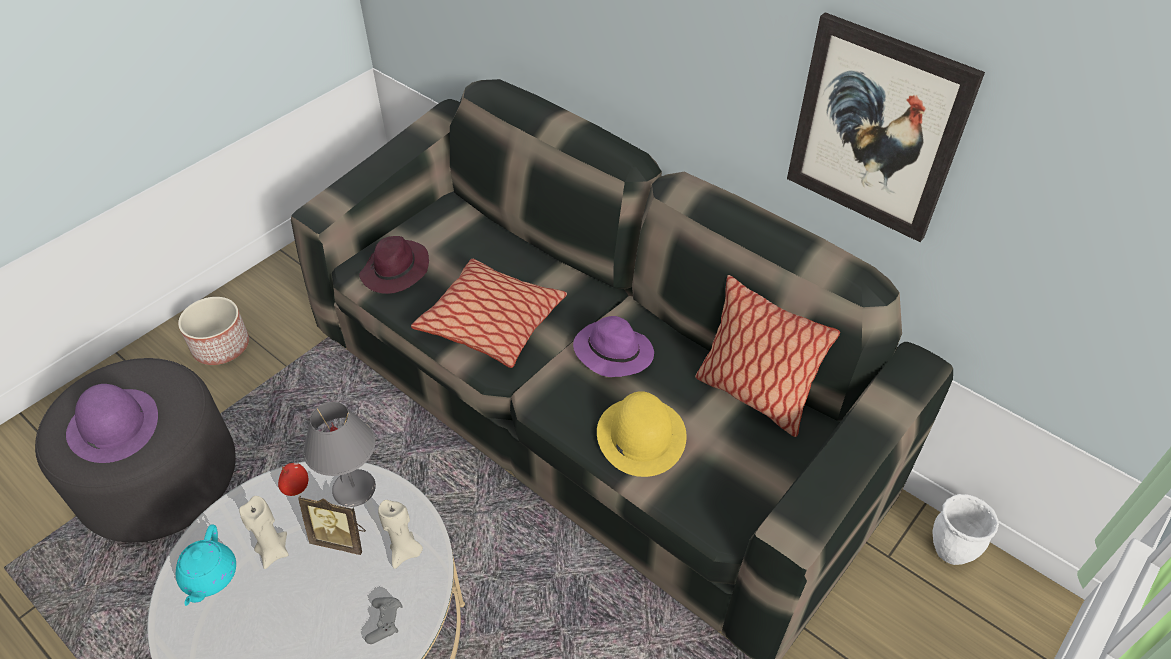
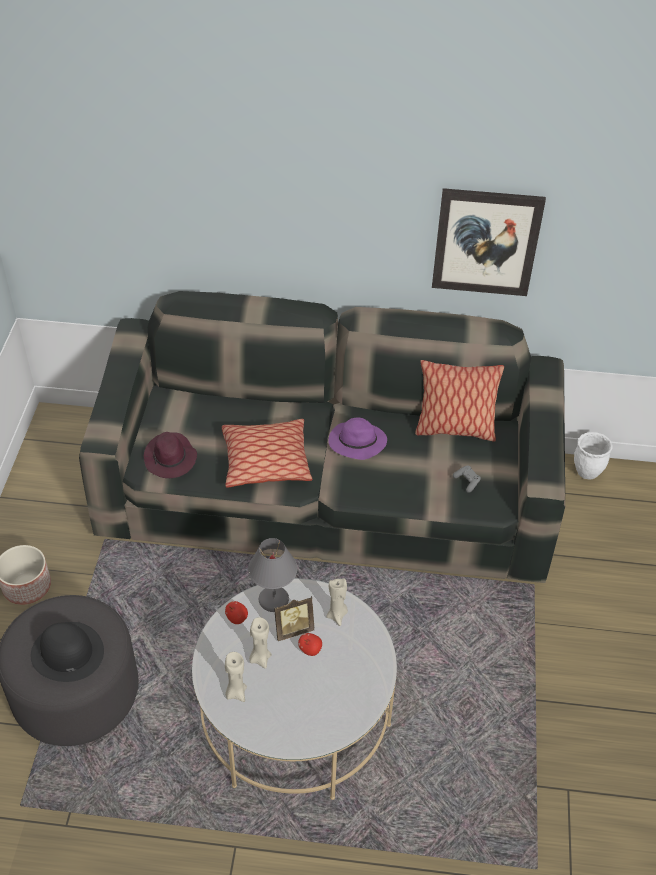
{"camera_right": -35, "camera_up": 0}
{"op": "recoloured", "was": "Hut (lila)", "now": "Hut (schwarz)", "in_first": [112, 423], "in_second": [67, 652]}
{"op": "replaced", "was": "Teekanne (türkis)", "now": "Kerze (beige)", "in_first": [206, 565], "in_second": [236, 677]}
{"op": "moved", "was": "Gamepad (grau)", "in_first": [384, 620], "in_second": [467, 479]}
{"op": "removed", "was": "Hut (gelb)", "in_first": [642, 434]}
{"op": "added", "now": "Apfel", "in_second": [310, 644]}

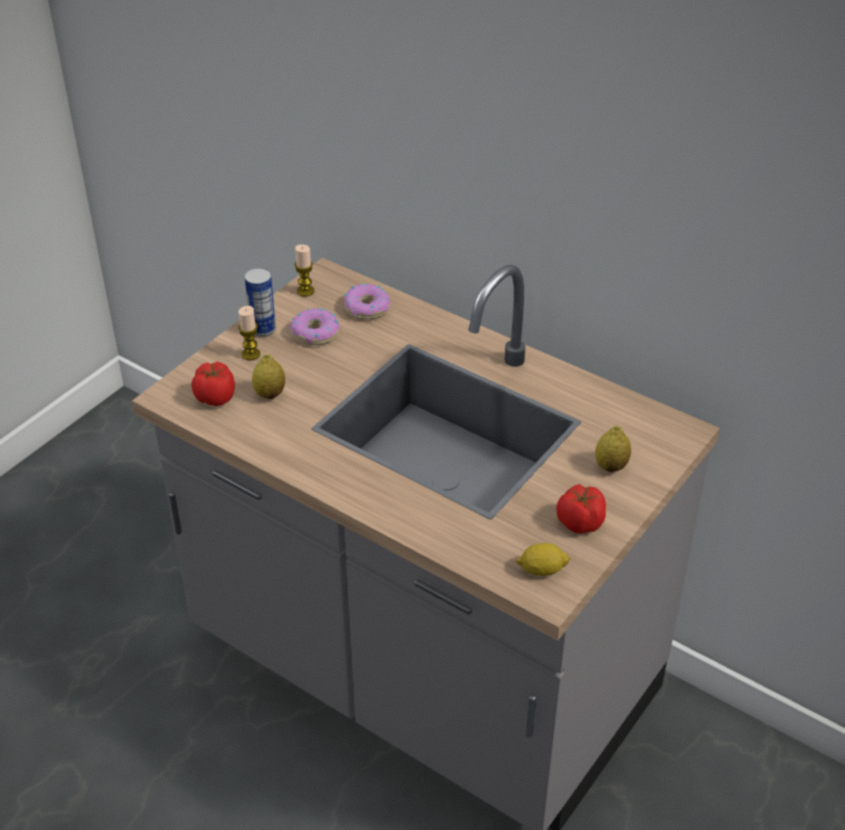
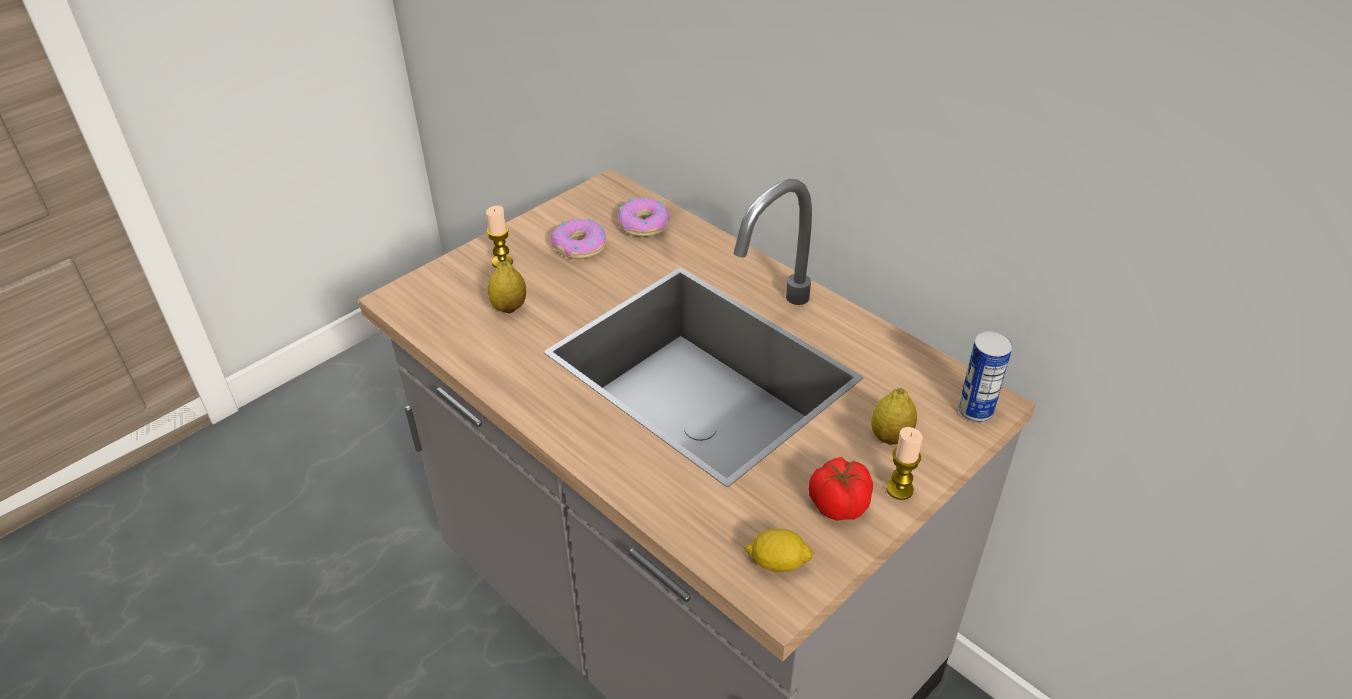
{"camera_right": 10, "camera_up": 0}
{"op": "removed", "was": "Tomate", "in_first": [213, 384]}
{"op": "moved", "was": "Dose", "in_first": [260, 302], "in_second": [985, 376]}
{"op": "moved", "was": "Kerze", "in_first": [305, 270], "in_second": [904, 463]}

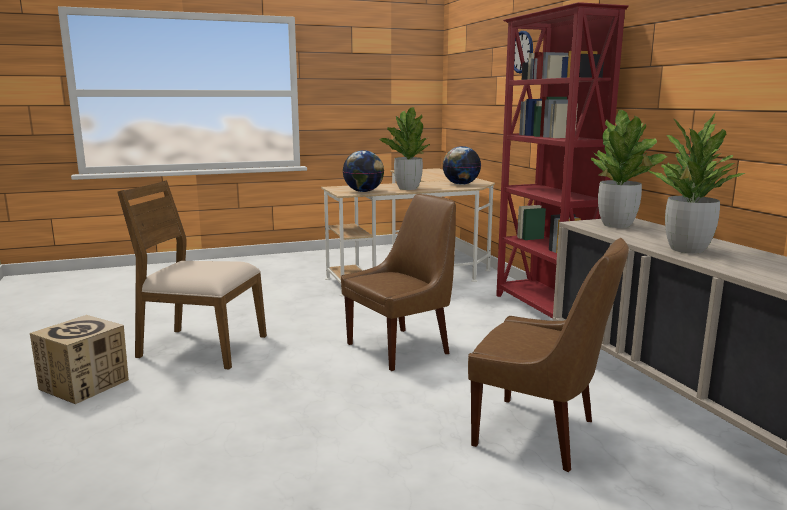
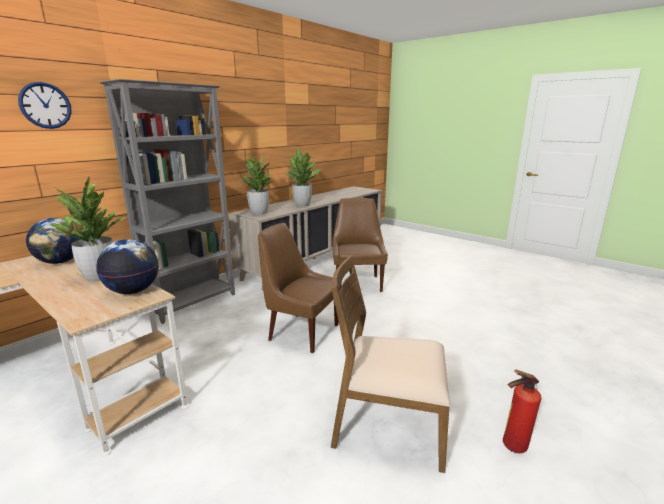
{"camera_right": -120, "camera_up": 5}
{"op": "replaced", "was": "Karton", "now": "Feuerlöscher", "in_first": [79, 359], "in_second": [522, 411]}
{"op": "turned", "was": "Stuhl (braun)", "in_first": [192, 275], "in_second": [390, 364], "clockwise": 120}
{"op": "recoloured", "was": "Bücherregal (rot)", "now": "Bücherregal (grau)", "in_first": [562, 160], "in_second": [167, 201]}

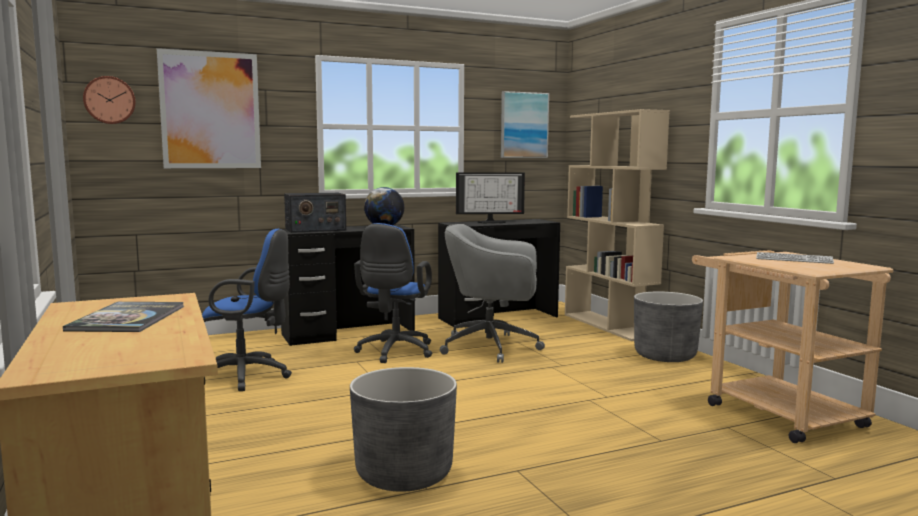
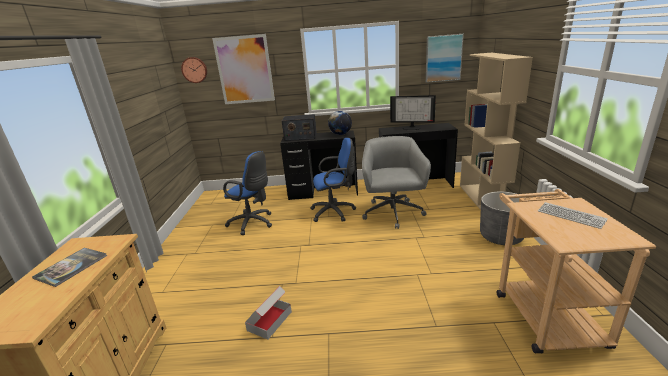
{"camera_right": 25, "camera_up": 15}
{"op": "replaced", "was": "Pflanzkübel (grau)", "now": "Karton", "in_first": [403, 429], "in_second": [268, 313]}
{"op": "turned", "was": "Bürostuhl (blau)", "in_first": [393, 293], "in_second": [333, 180], "clockwise": -135}
{"op": "turned", "was": "Bürostuhl (grau)", "in_first": [492, 293], "in_second": [396, 182], "clockwise": 60}

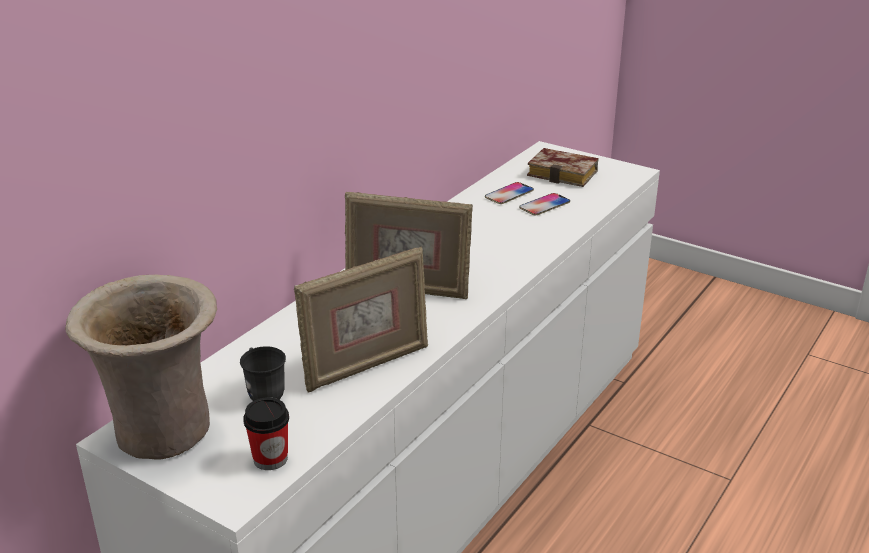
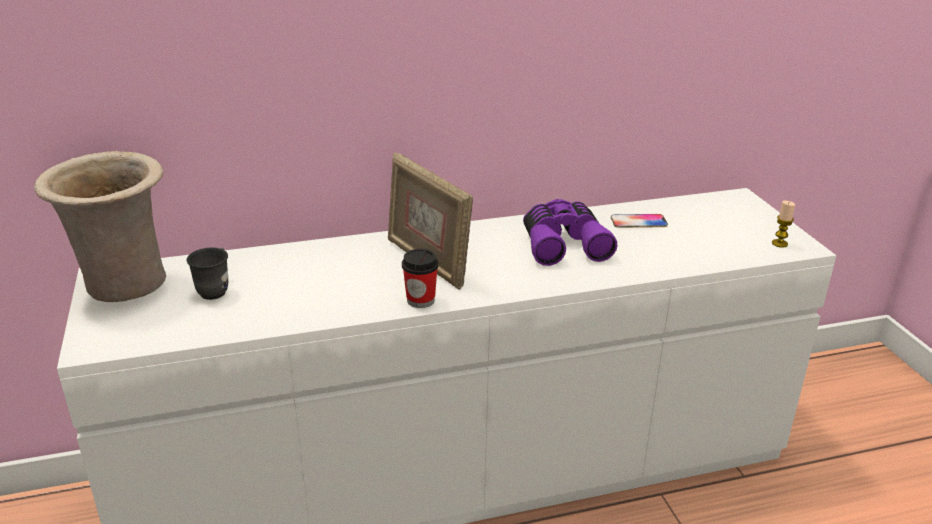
{"camera_right": 40, "camera_up": 0}
{"op": "moved", "was": "Tasse", "in_first": [266, 433], "in_second": [420, 278]}
{"op": "removed", "was": "Bilderrahmen", "in_first": [361, 319]}
{"op": "removed", "was": "Handy", "in_first": [544, 204]}
{"op": "removed", "was": "Buch", "in_first": [563, 167]}
{"op": "added", "now": "Fernglas (lila)", "in_second": [570, 232]}
{"op": "added", "now": "Kerze", "in_second": [783, 224]}

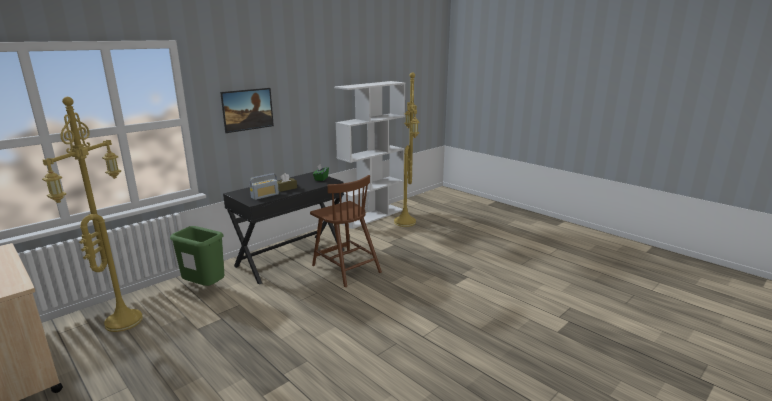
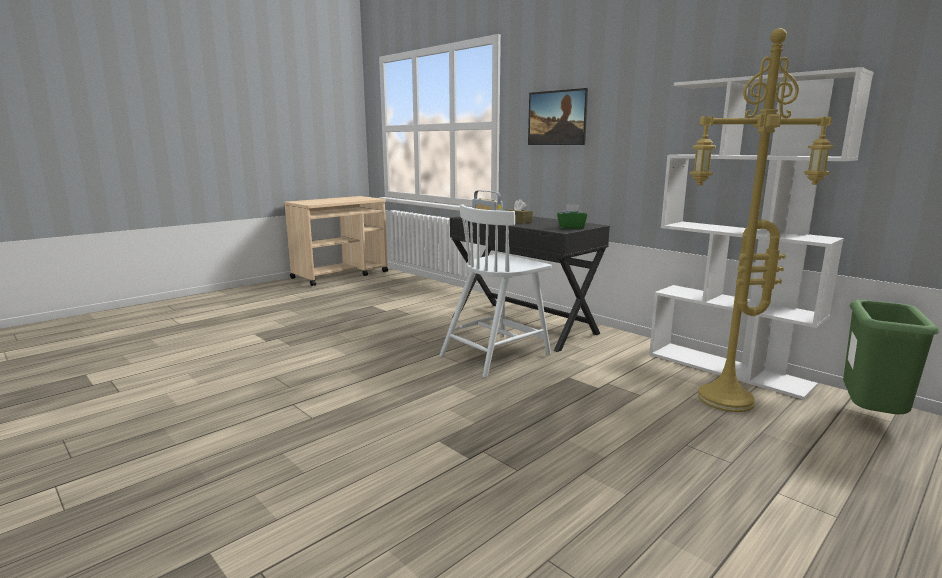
{"camera_right": 90, "camera_up": -5}
{"op": "removed", "was": "Stehlampe (gelb)", "in_first": [92, 214]}
{"op": "moved", "was": "Mülleimer (grün)", "in_first": [197, 256], "in_second": [891, 357]}
{"op": "recoloured", "was": "Stuhl (braun)", "now": "Stuhl (weiß)", "in_first": [346, 231], "in_second": [495, 291]}

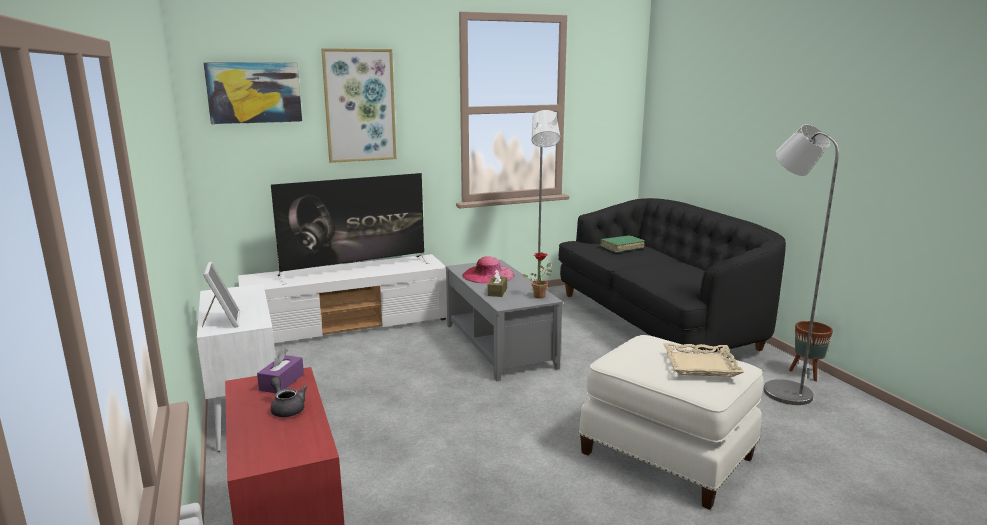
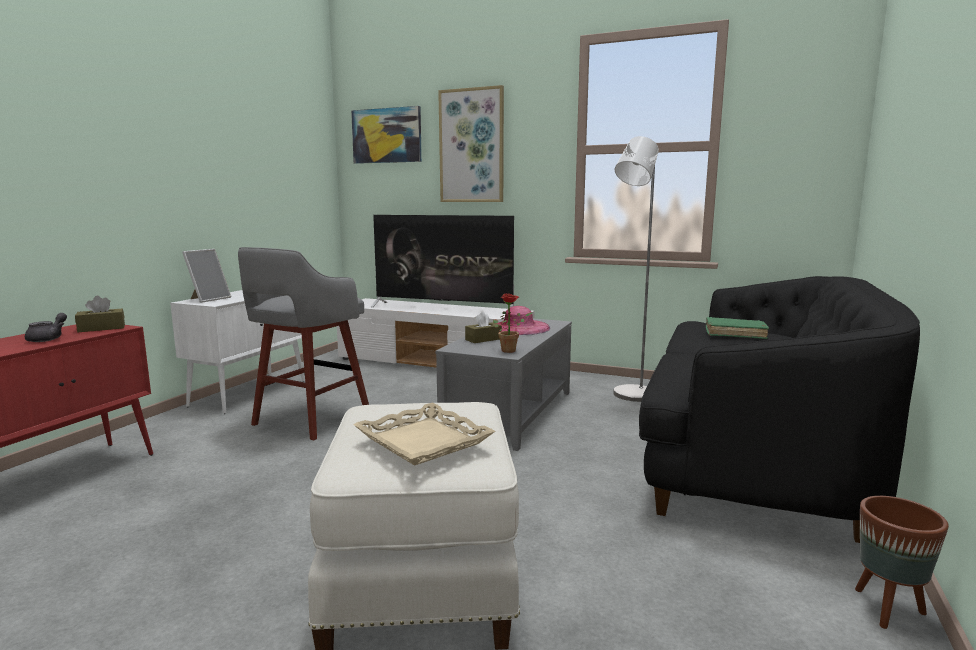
{"camera_right": 45, "camera_up": -5}
{"op": "recoloured", "was": "Taschentuchbox (lila)", "now": "Taschentuchbox (braun)", "in_first": [280, 370], "in_second": [100, 314]}
{"op": "removed", "was": "Stehlampe (grau)", "in_first": [801, 265]}
{"op": "added", "now": "Hocker (grau)", "in_second": [303, 343]}

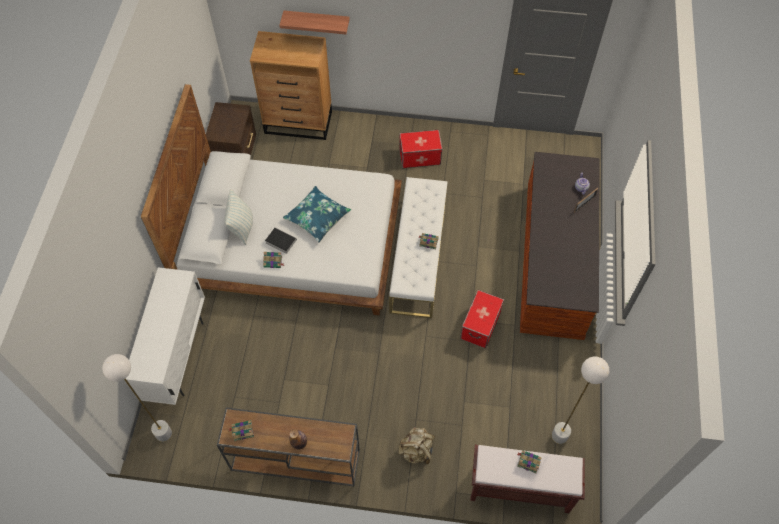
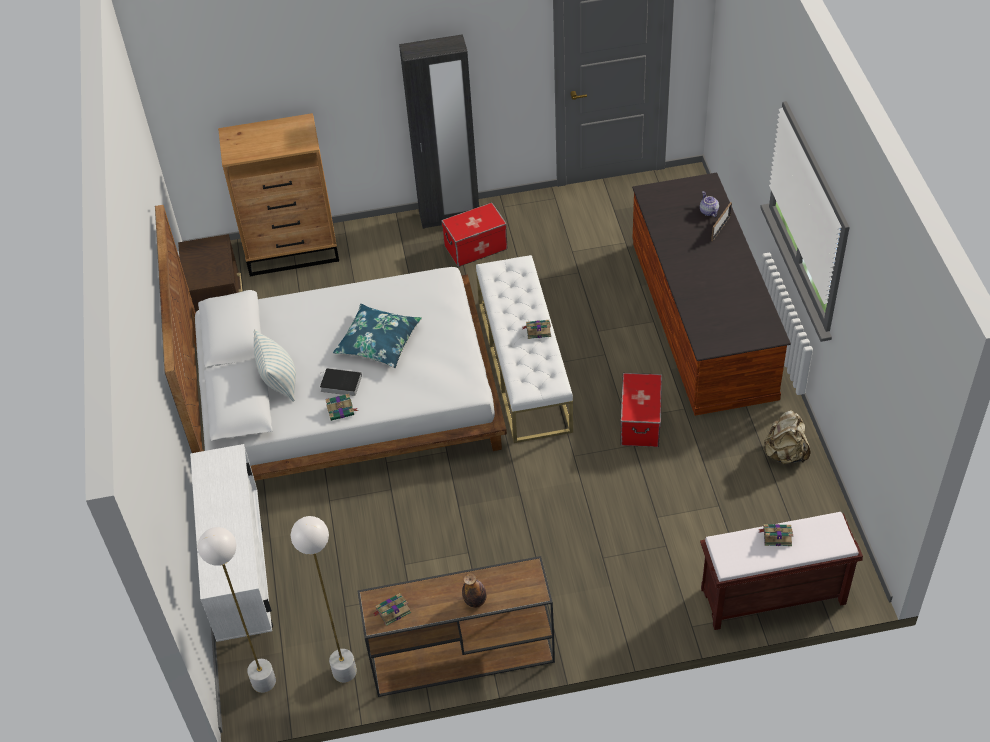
{"camera_right": -15, "camera_up": -10}
{"op": "removed", "was": "Wandregal", "in_first": [314, 22]}
{"op": "moved", "was": "Rucksack (beige)", "in_first": [416, 445], "in_second": [787, 437]}
{"op": "moved", "was": "Stehlampe (weiß)", "in_first": [580, 400], "in_second": [324, 599]}
{"op": "added", "now": "Kleiderschrank (schwarz)", "in_second": [439, 131]}

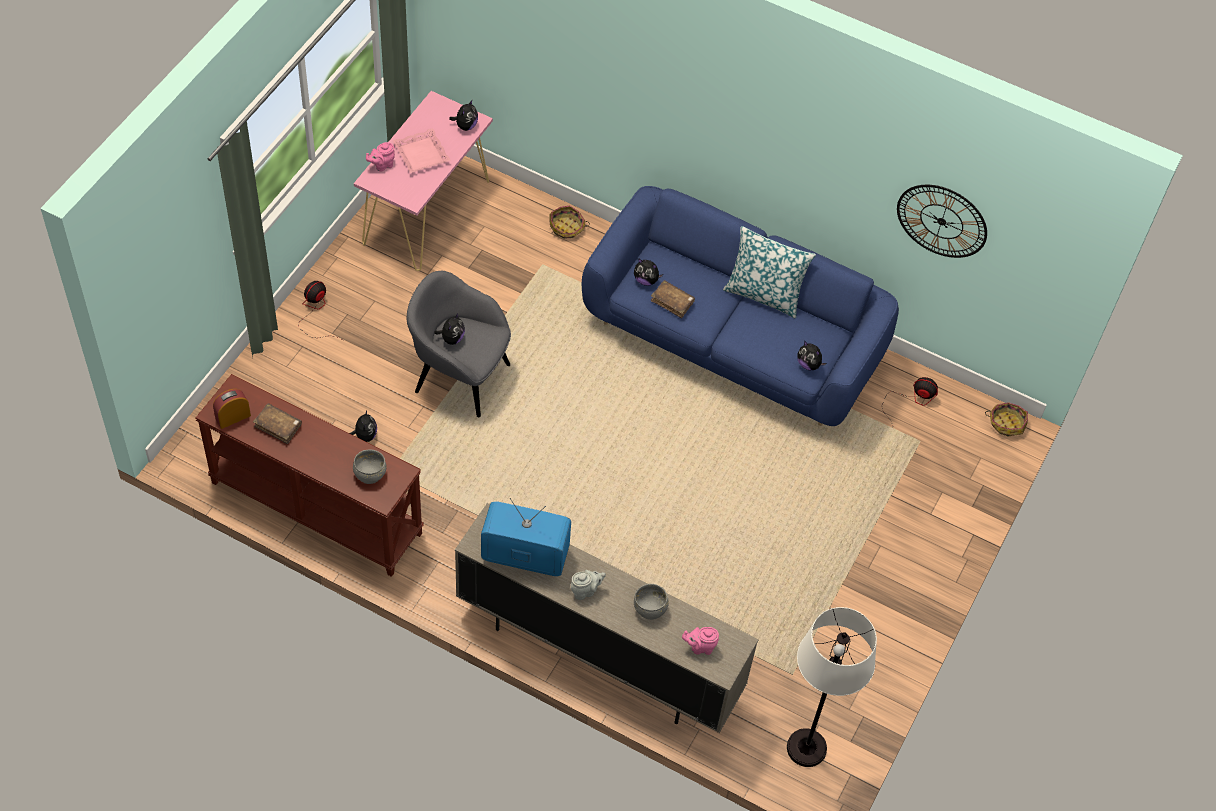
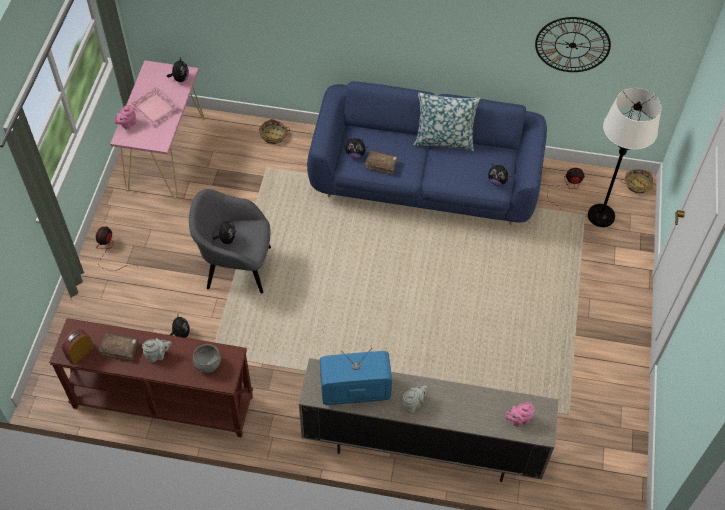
{"camera_right": -15, "camera_up": 0}
{"op": "removed", "was": "Schüssel (grau)", "in_first": [651, 602]}
{"op": "moved", "was": "Stehlampe (weiß)", "in_first": [832, 687], "in_second": [625, 157]}
{"op": "added", "now": "Teekanne (grau)", "in_second": [157, 350]}

